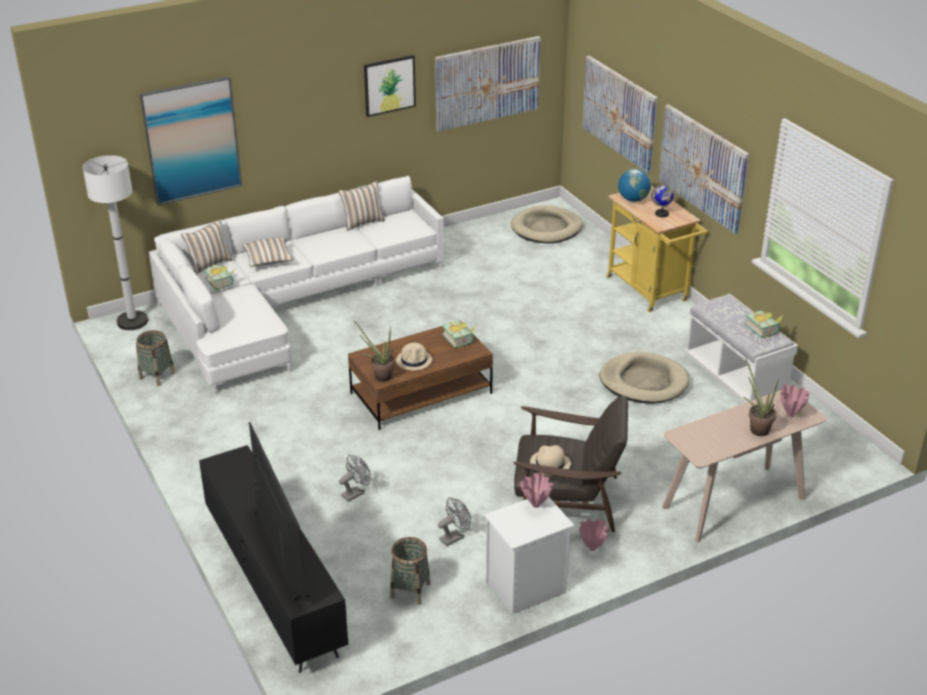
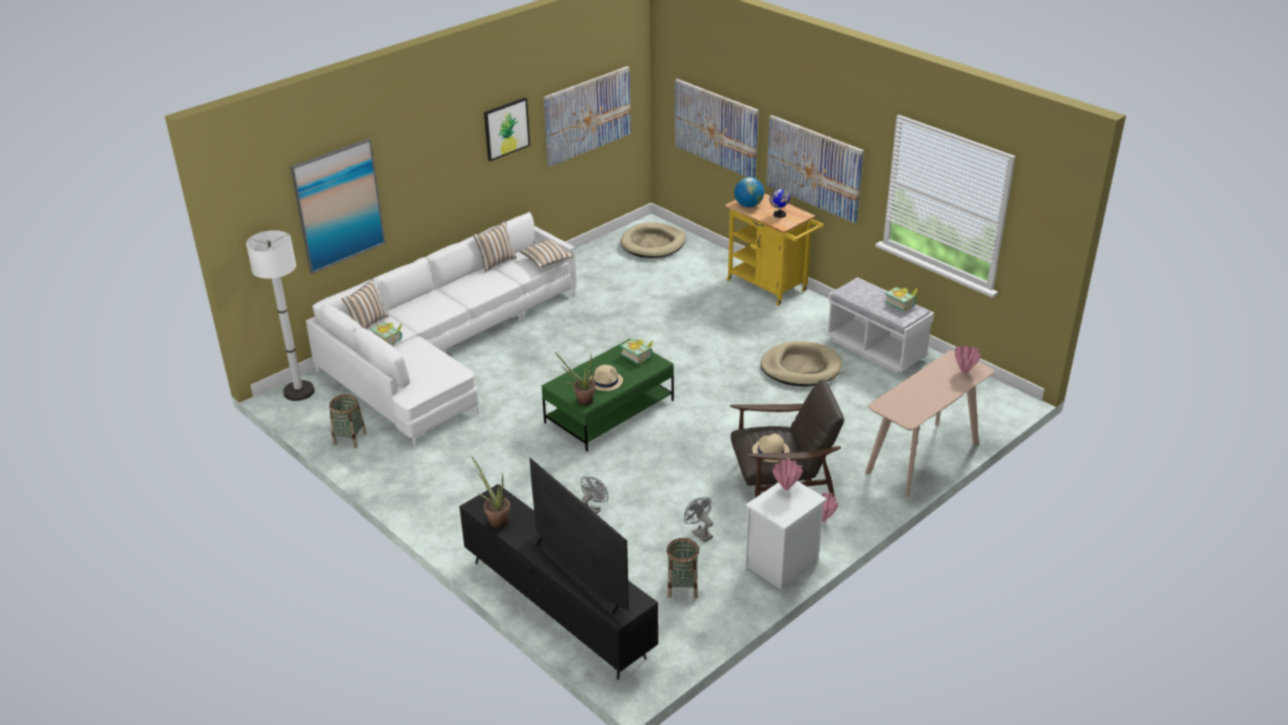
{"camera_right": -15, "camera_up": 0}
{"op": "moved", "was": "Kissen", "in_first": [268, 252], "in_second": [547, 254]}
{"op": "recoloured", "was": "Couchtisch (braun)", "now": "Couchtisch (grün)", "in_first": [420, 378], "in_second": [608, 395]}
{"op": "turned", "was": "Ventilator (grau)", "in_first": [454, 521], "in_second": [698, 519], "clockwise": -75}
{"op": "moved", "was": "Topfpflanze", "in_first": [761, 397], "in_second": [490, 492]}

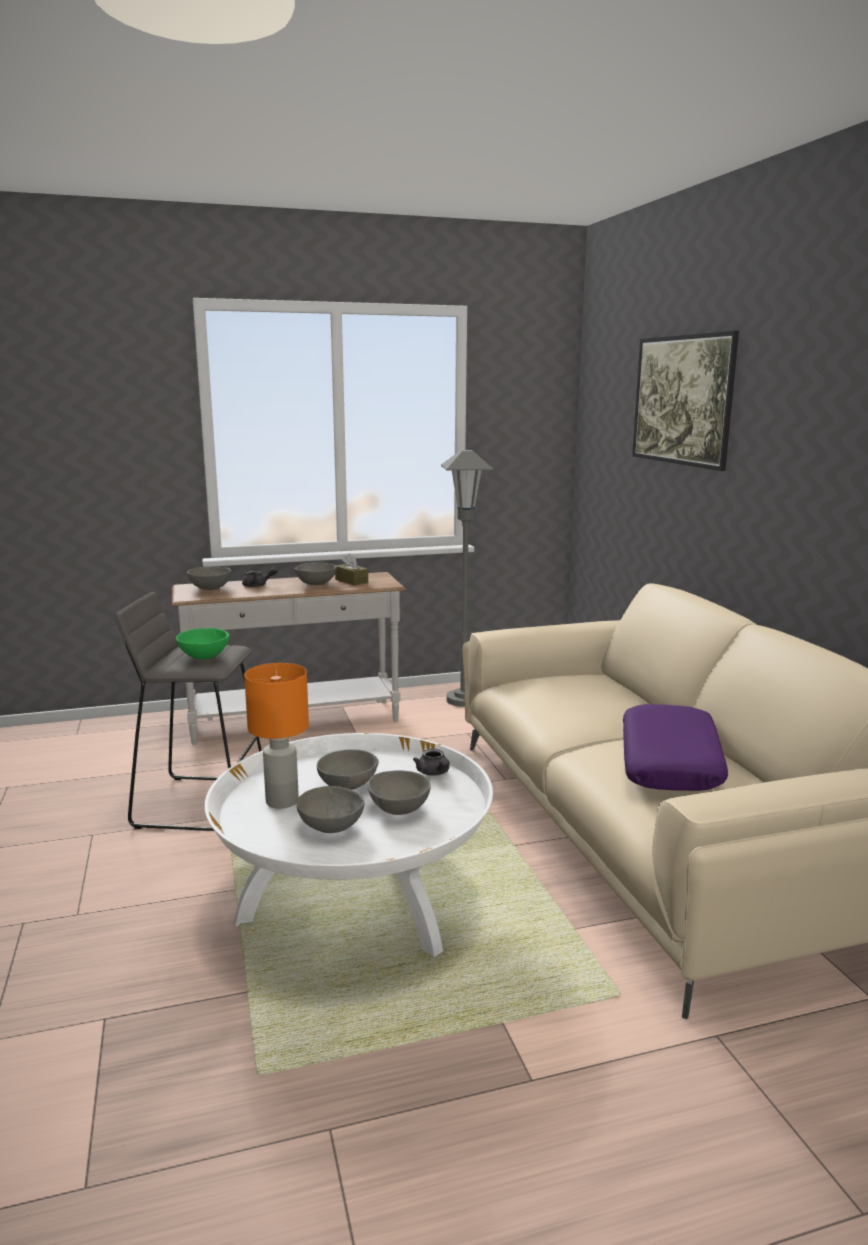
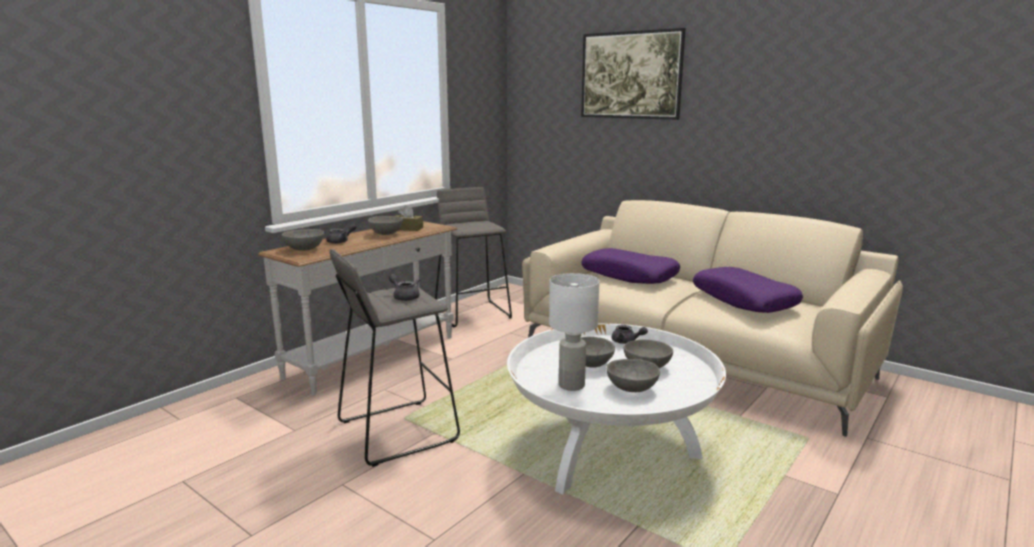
{"camera_right": -35, "camera_up": 0}
{"op": "replaced", "was": "Schüssel (grün)", "now": "Teekanne (grau)", "in_first": [202, 643], "in_second": [404, 287]}
{"op": "recoloured", "was": "Tischlampe (orange)", "now": "Tischlampe (weiß)", "in_first": [276, 736], "in_second": [574, 332]}
{"op": "replaced", "was": "Stehlampe (grau)", "now": "Hocker (grau)", "in_first": [467, 578], "in_second": [473, 257]}
{"op": "added", "now": "Kissen (lila)", "in_second": [630, 266]}

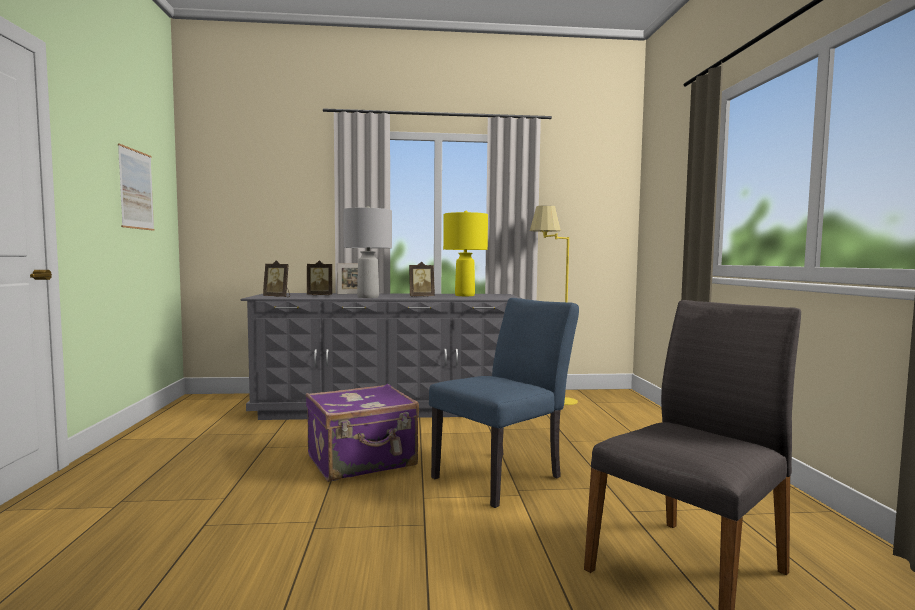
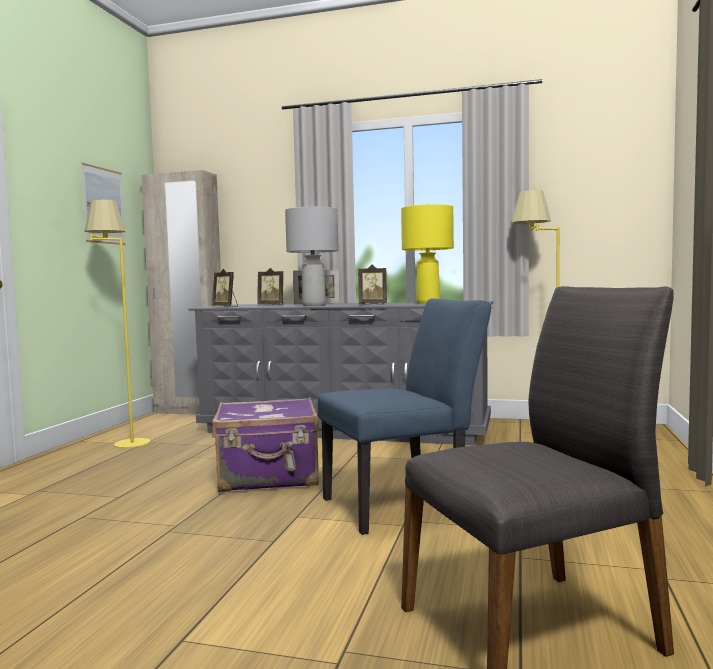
{"camera_right": 20, "camera_up": 0}
{"op": "added", "now": "Stehlampe (gelb)", "in_second": [117, 324]}
{"op": "added", "now": "Kleiderschrank (beige)", "in_second": [181, 292]}

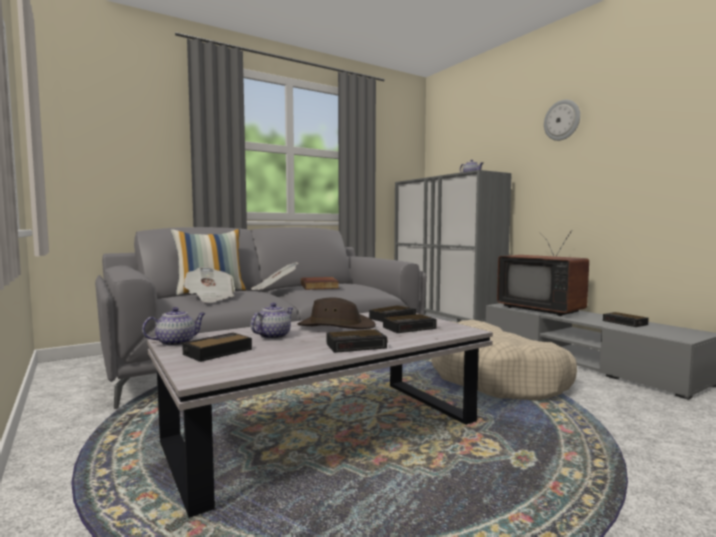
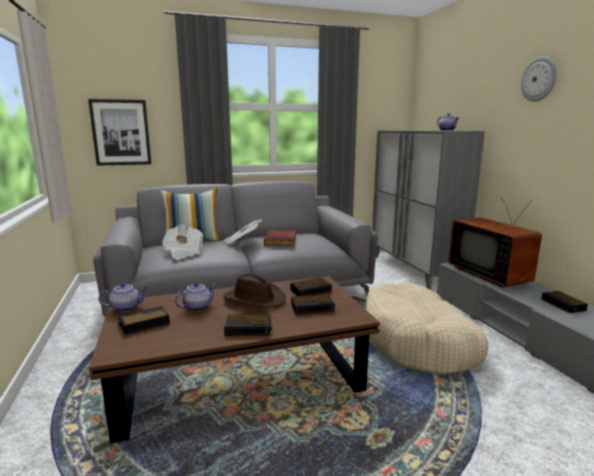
{"camera_right": 15, "camera_up": 10}
{"op": "recoloured", "was": "Couchtisch (weiß)", "now": "Couchtisch (braun)", "in_first": [320, 415], "in_second": [234, 360]}
{"op": "added", "now": "Bild", "in_second": [119, 132]}

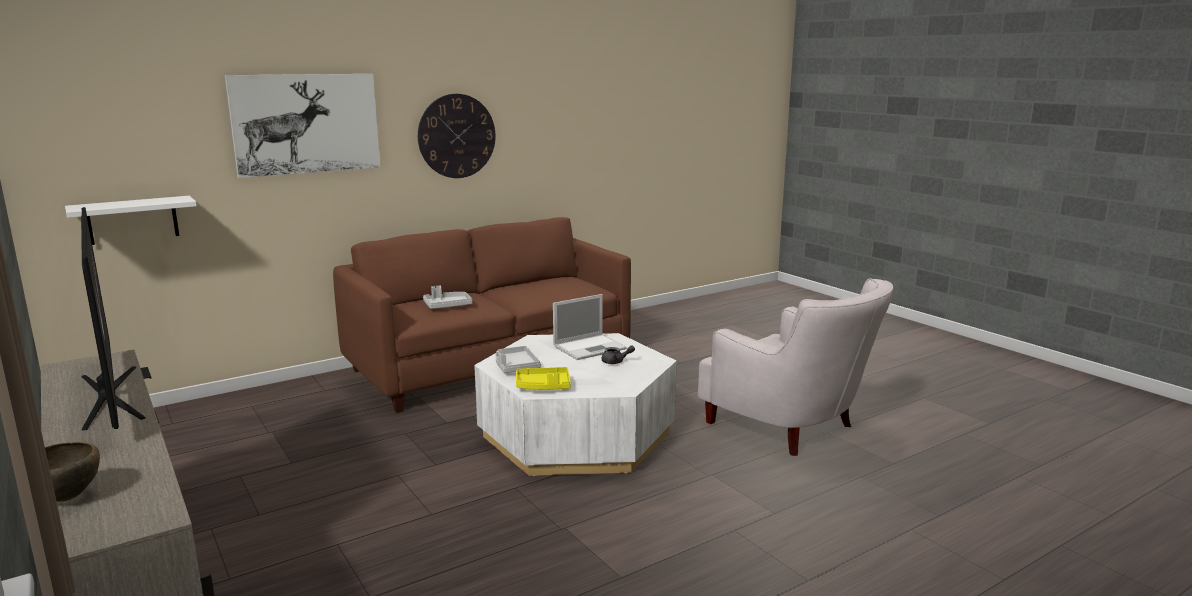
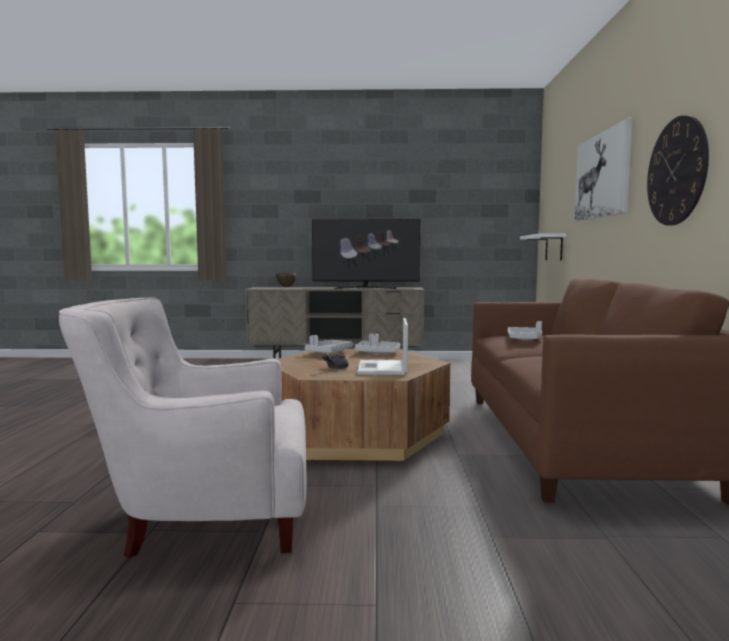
{"camera_right": 125, "camera_up": -10}
{"op": "recoloured", "was": "Couchtisch (weiß)", "now": "Couchtisch (braun)", "in_first": [575, 404], "in_second": [364, 405]}
{"op": "recoloured", "was": "Tablett (gelb)", "now": "Tablett (grau)", "in_first": [543, 378], "in_second": [329, 344]}

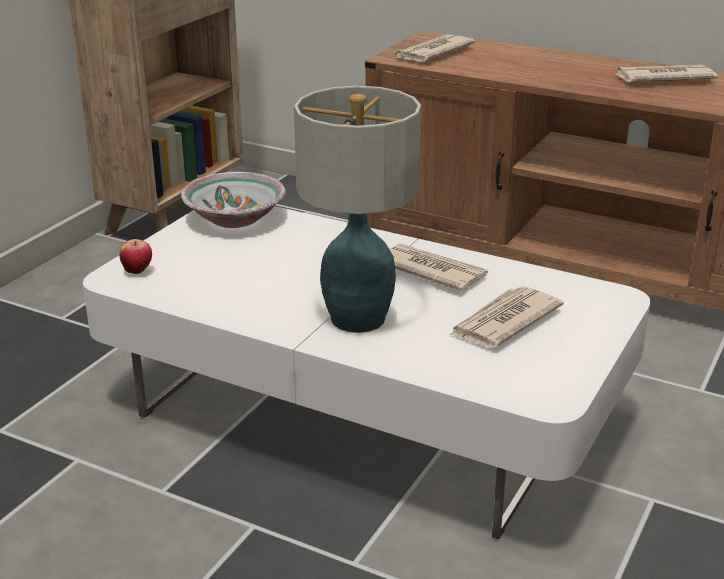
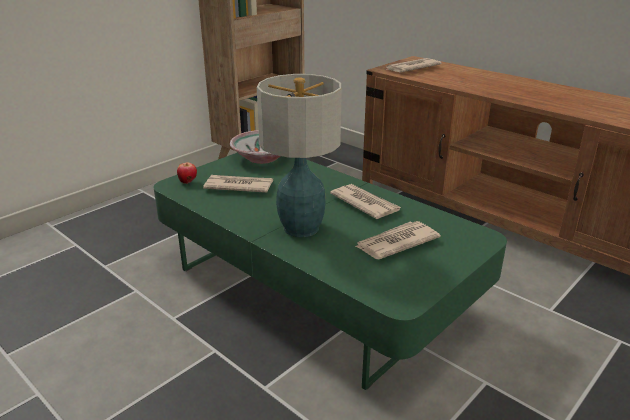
{"camera_right": 15, "camera_up": 0}
{"op": "recoloured", "was": "Couchtisch (weiß)", "now": "Couchtisch (grün)", "in_first": [366, 372], "in_second": [330, 271]}
{"op": "moved", "was": "Zeitung", "in_first": [665, 73], "in_second": [238, 184]}

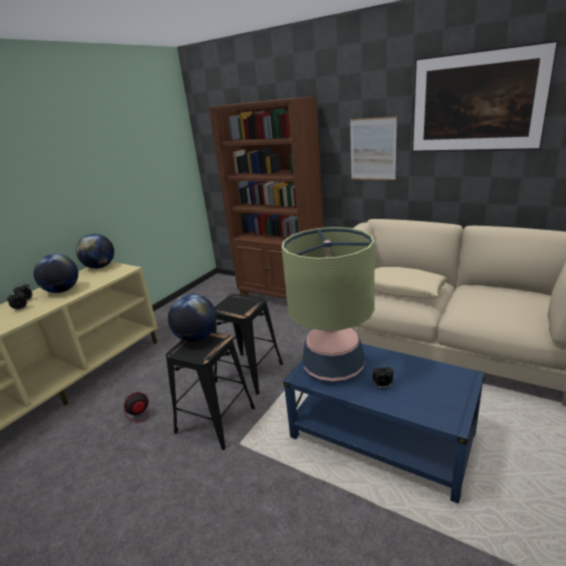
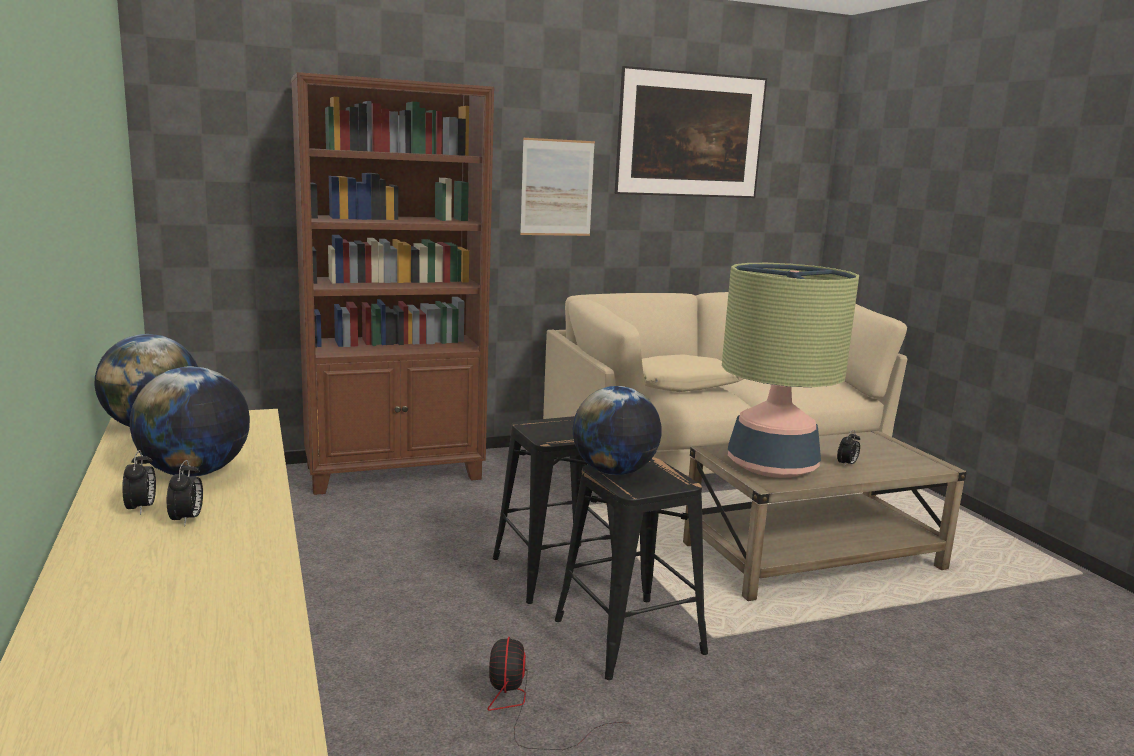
{"camera_right": -55, "camera_up": -10}
{"op": "recoloured", "was": "Couchtisch (blau)", "now": "Couchtisch (beige)", "in_first": [384, 423], "in_second": [825, 516]}

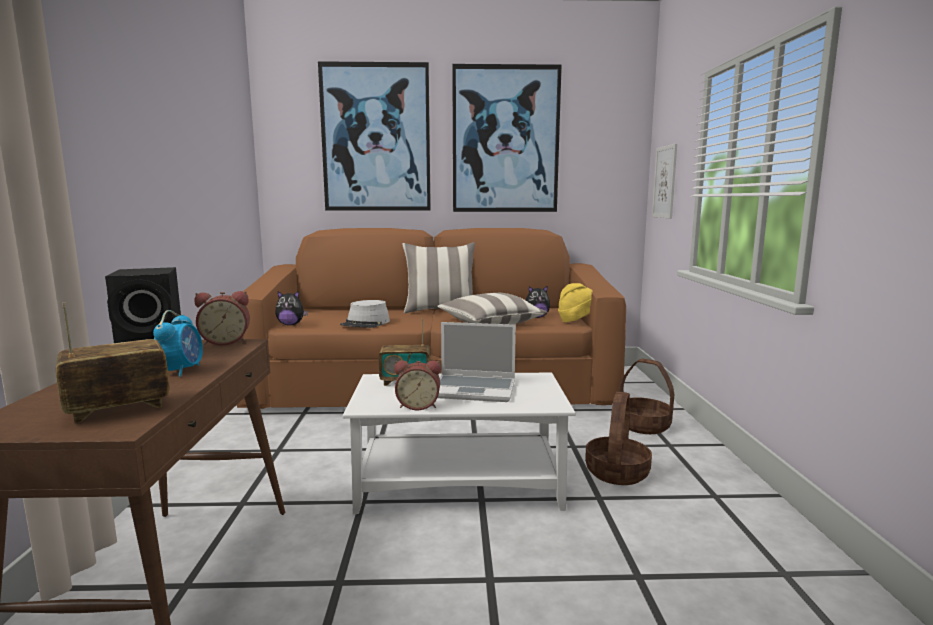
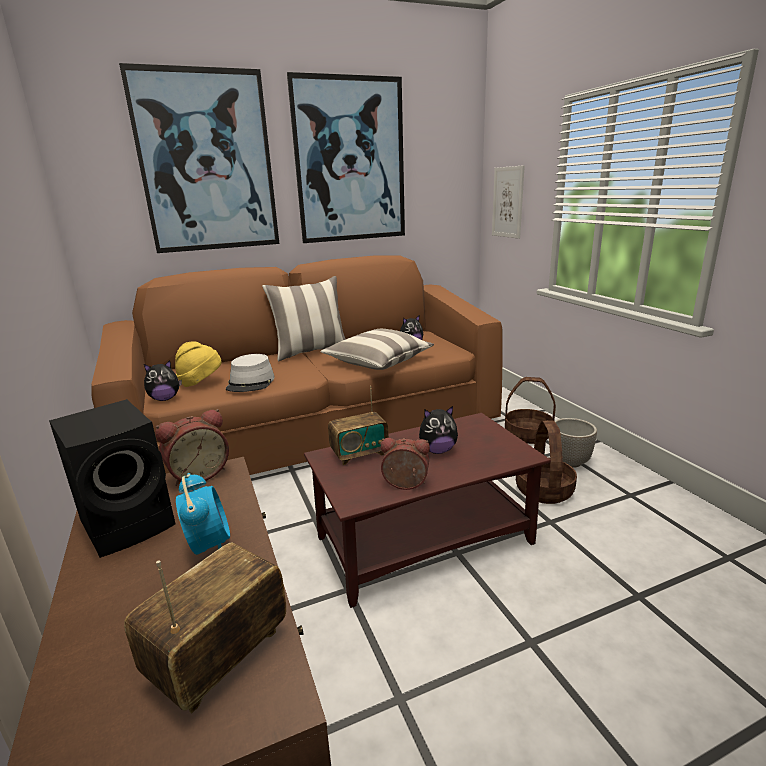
{"camera_right": -20, "camera_up": 10}
{"op": "recoloured", "was": "Couchtisch (weiß)", "now": "Couchtisch (braun)", "in_first": [459, 443], "in_second": [427, 510]}
{"op": "turned", "was": "Wecker", "in_first": [417, 385], "in_second": [405, 464], "clockwise": -150}
{"op": "replaced", "was": "Laptop", "now": "Plüschtier", "in_first": [476, 362], "in_second": [438, 430]}
{"op": "moved", "was": "Hut (gelb)", "in_first": [575, 302], "in_second": [198, 364]}
{"op": "added", "now": "Pflanzkübel", "in_second": [576, 443]}

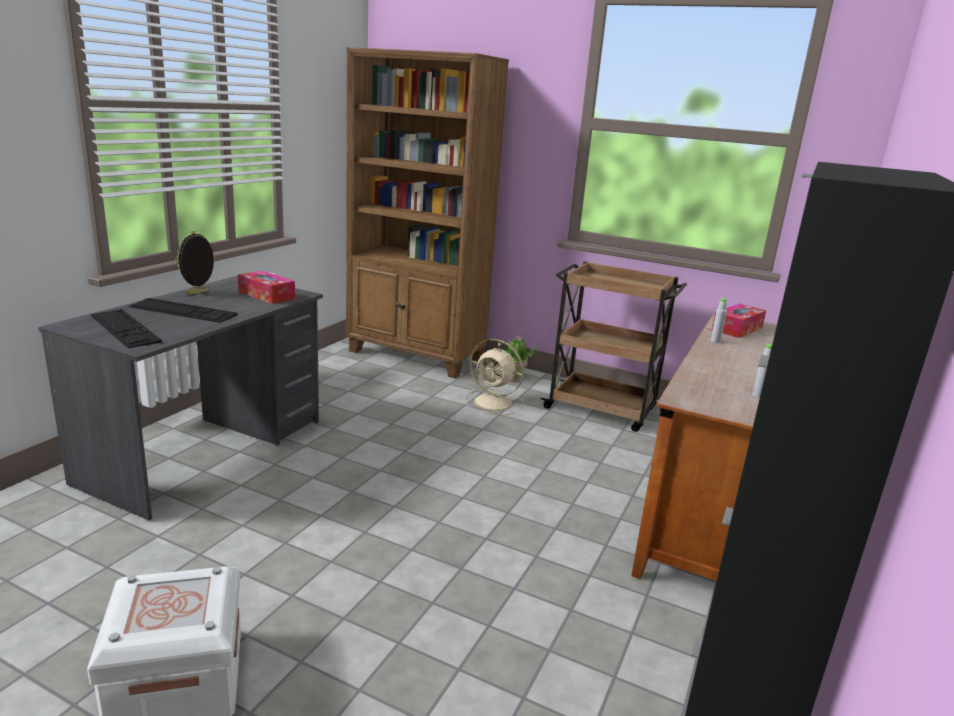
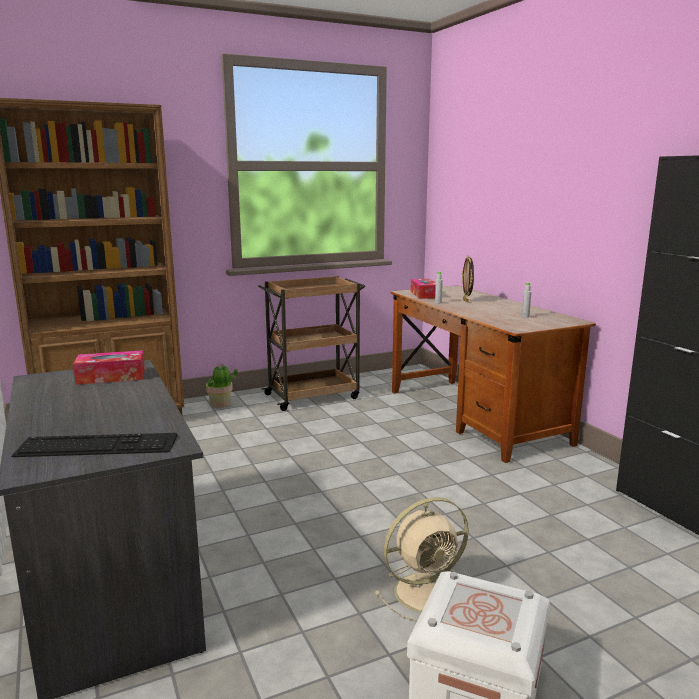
{"camera_right": -50, "camera_up": -5}
{"op": "removed", "was": "Tastatur", "in_first": [183, 310]}
{"op": "moved", "was": "Bilderrahmen", "in_first": [195, 263], "in_second": [468, 279]}
{"op": "moved", "was": "Ventilator (beige)", "in_first": [494, 377], "in_second": [422, 559]}

